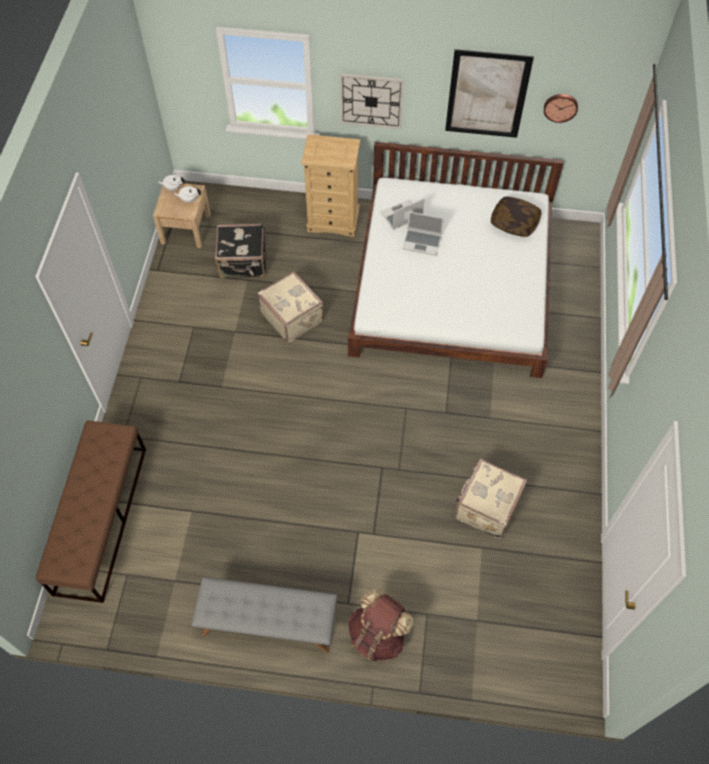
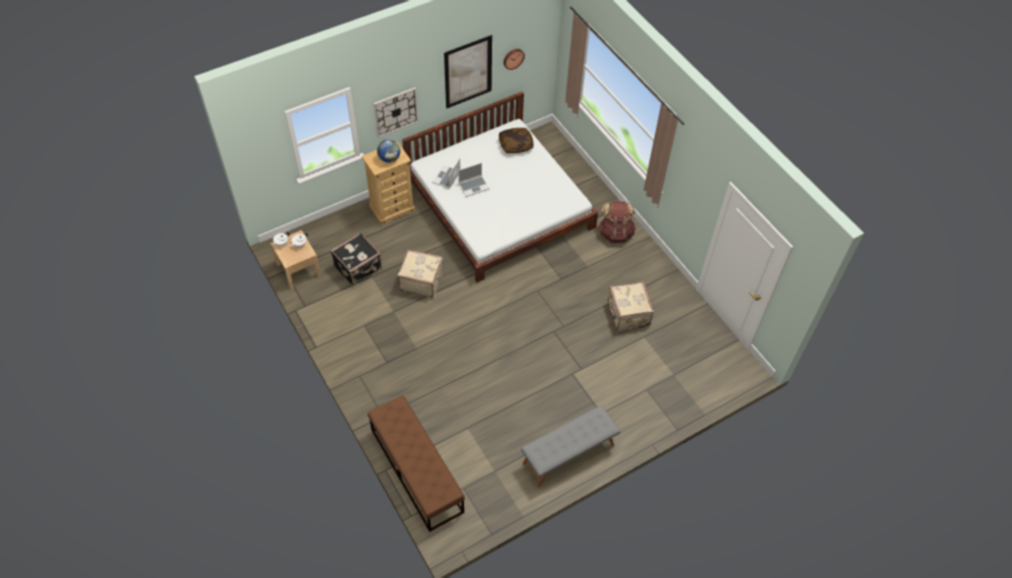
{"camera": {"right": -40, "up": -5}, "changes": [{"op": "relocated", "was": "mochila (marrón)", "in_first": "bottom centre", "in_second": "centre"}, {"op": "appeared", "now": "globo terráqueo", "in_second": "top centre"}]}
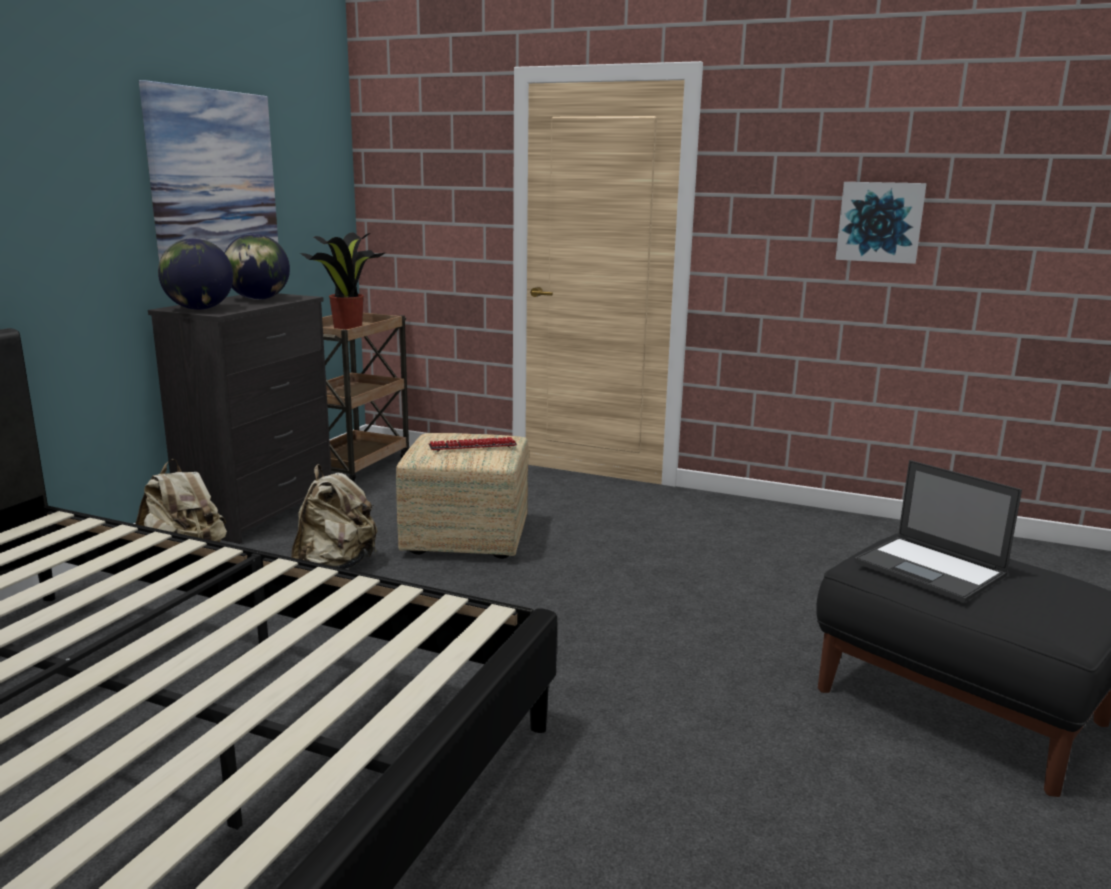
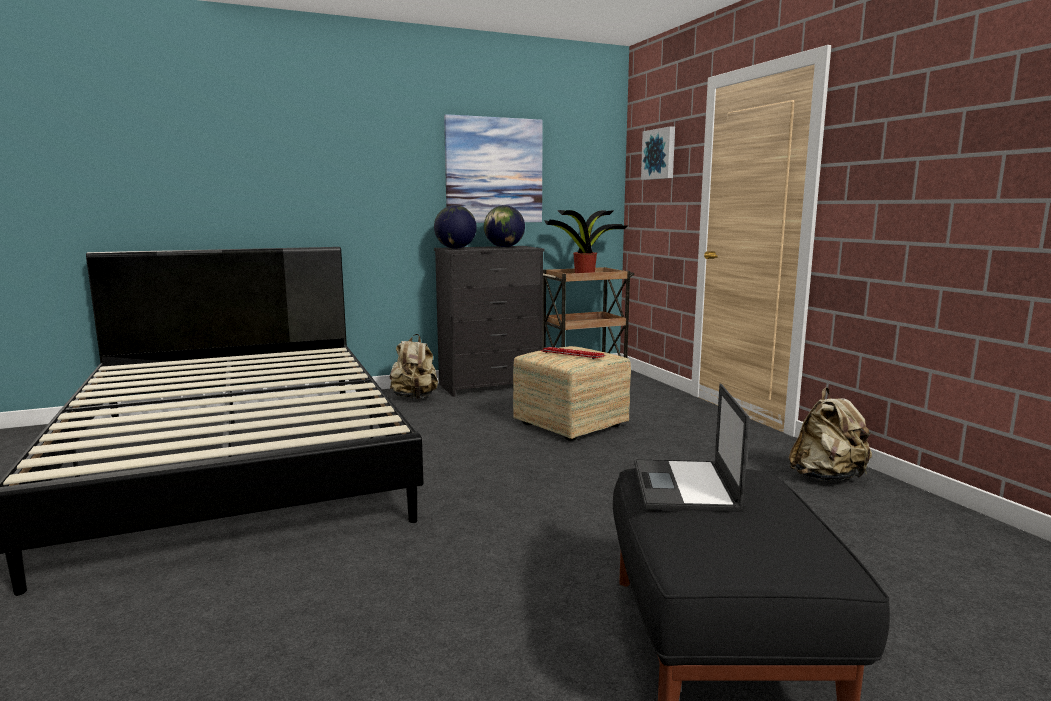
{"camera": {"right": 45, "up": -5}, "changes": [{"op": "relocated", "was": "mochila (beis) (no. 2 from left)", "in_first": "middle left", "in_second": "middle right"}, {"op": "relocated", "was": "cuadro (no. 2 from left)", "in_first": "top right", "in_second": "top centre"}]}
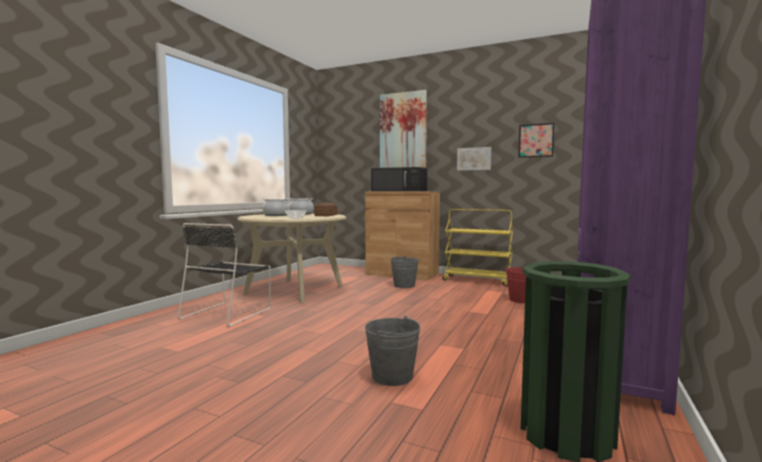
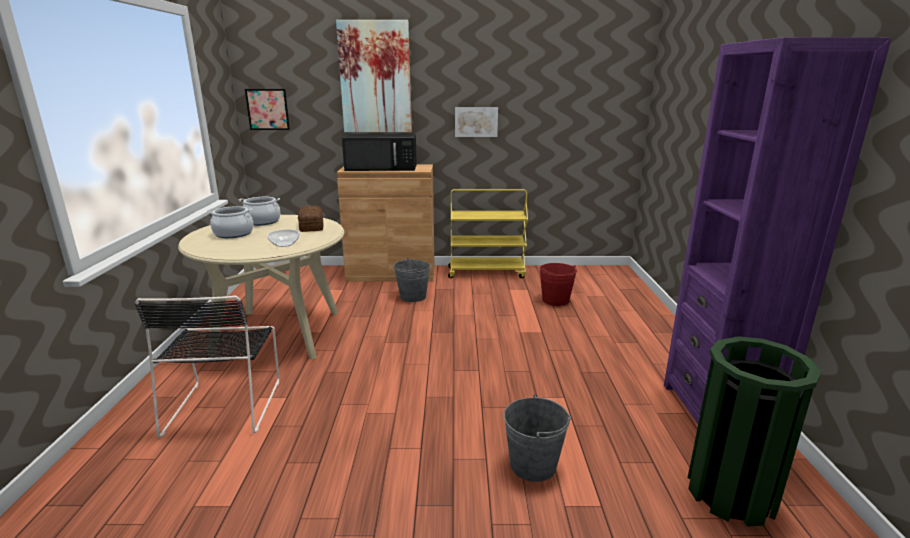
{"camera": {"right": -25, "up": 15}, "changes": [{"op": "relocated", "was": "cuadro (no. 3 from left in the first image)", "now": "cuadro (no. 1 from left)", "in_first": "top right", "in_second": "top left"}]}
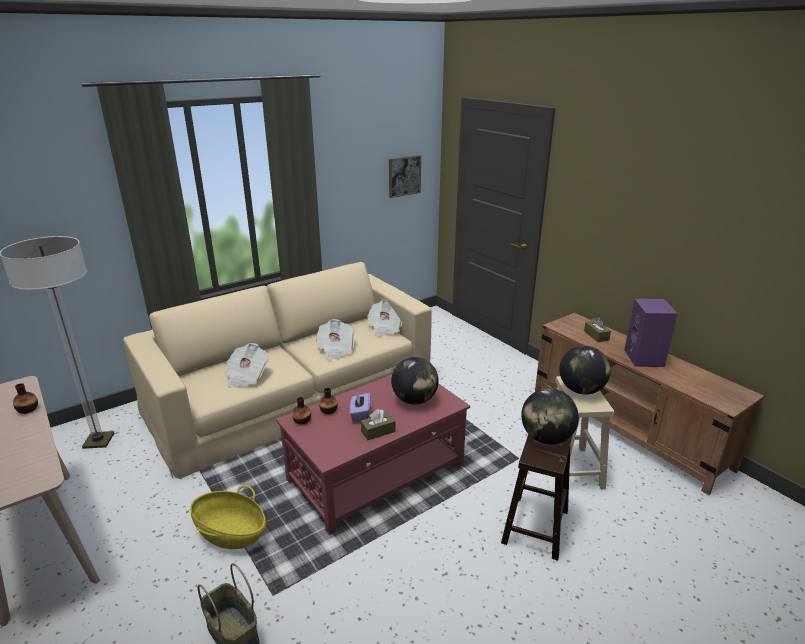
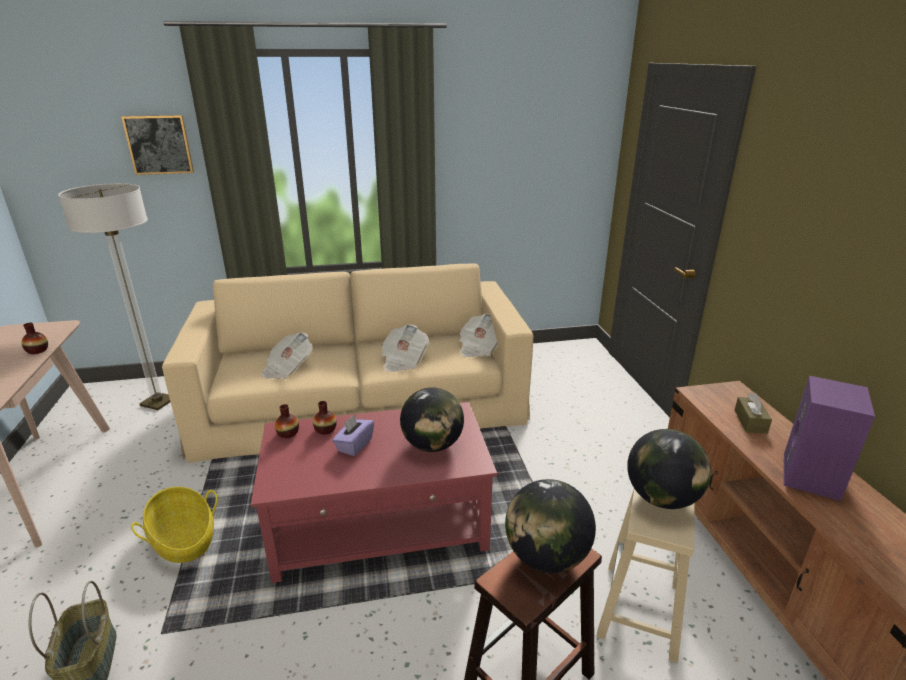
{"camera": {"right": 25, "up": 0}, "changes": [{"op": "missing", "was": "caja de pañuelos (marrón) (no. 1 from left)", "in_first": "centre"}, {"op": "relocated", "was": "cuadro", "in_first": "top centre", "in_second": "top left"}]}
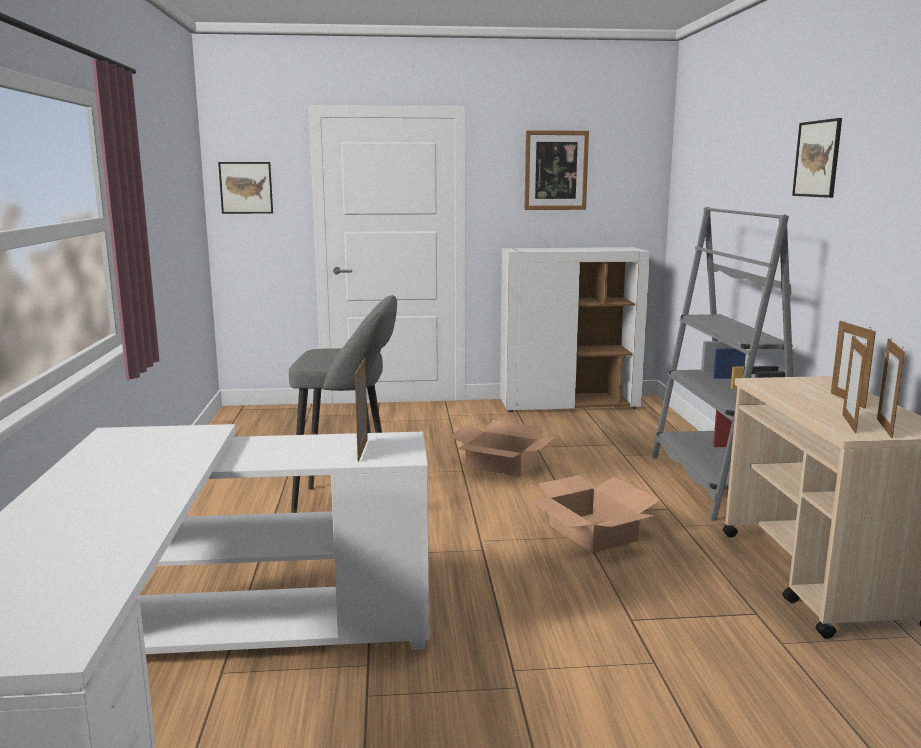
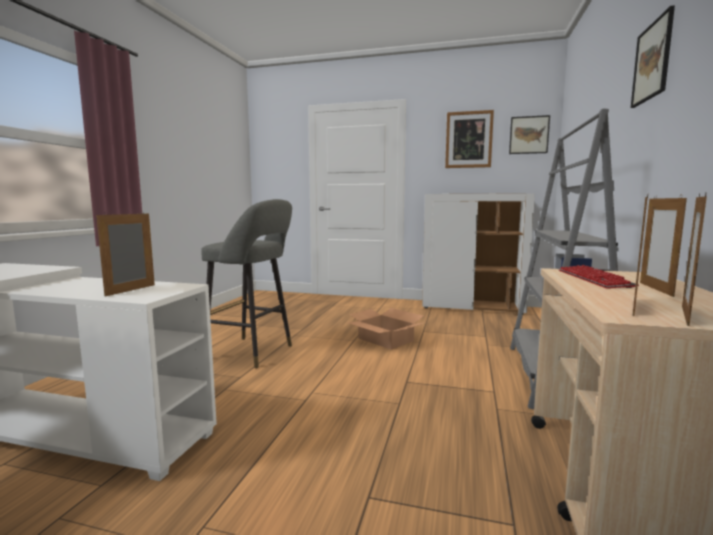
{"camera": {"right": 20, "up": -5}, "changes": [{"op": "relocated", "was": "cuadro (no. 1 from left in the first image)", "now": "cuadro (no. 2 from left)", "in_first": "top left", "in_second": "top right"}, {"op": "missing", "was": "caja de cartón (no. 2 from left)", "in_first": "bottom centre"}, {"op": "appeared", "now": "teclado", "in_second": "middle right"}]}
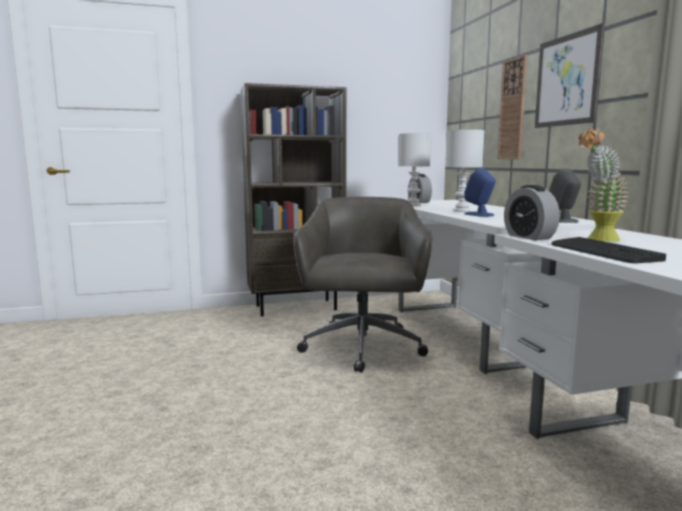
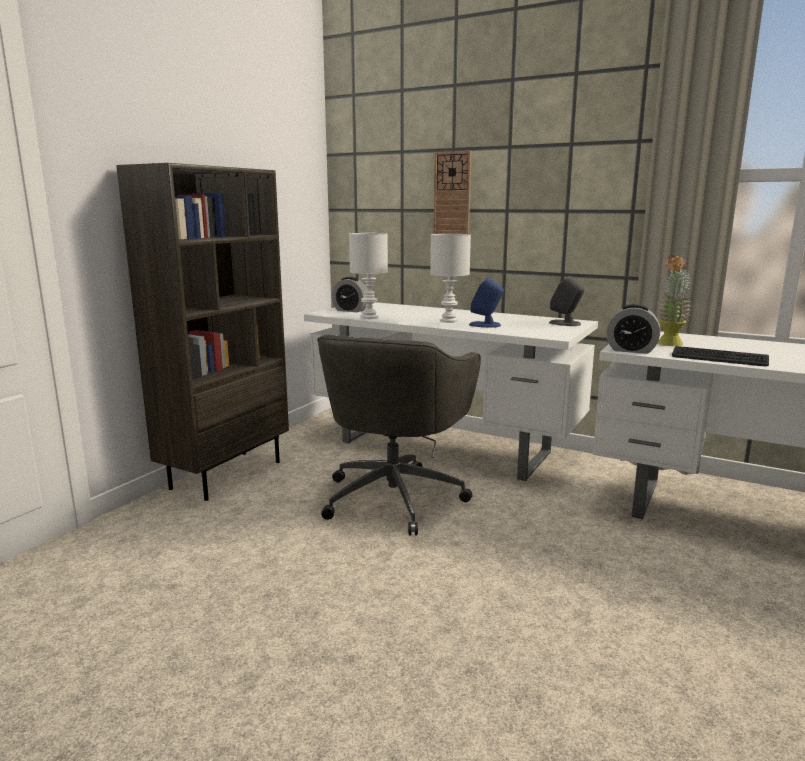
{"camera": {"right": -45, "up": 5}, "changes": [{"op": "spun", "was": "silla de oficina (gris)", "in_first": "centre", "in_second": "centre", "clockwise": -120}, {"op": "missing", "was": "cuadro", "in_first": "top right"}]}
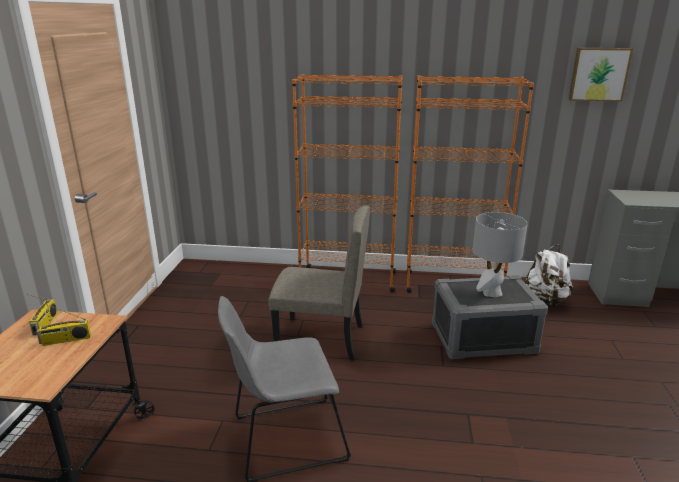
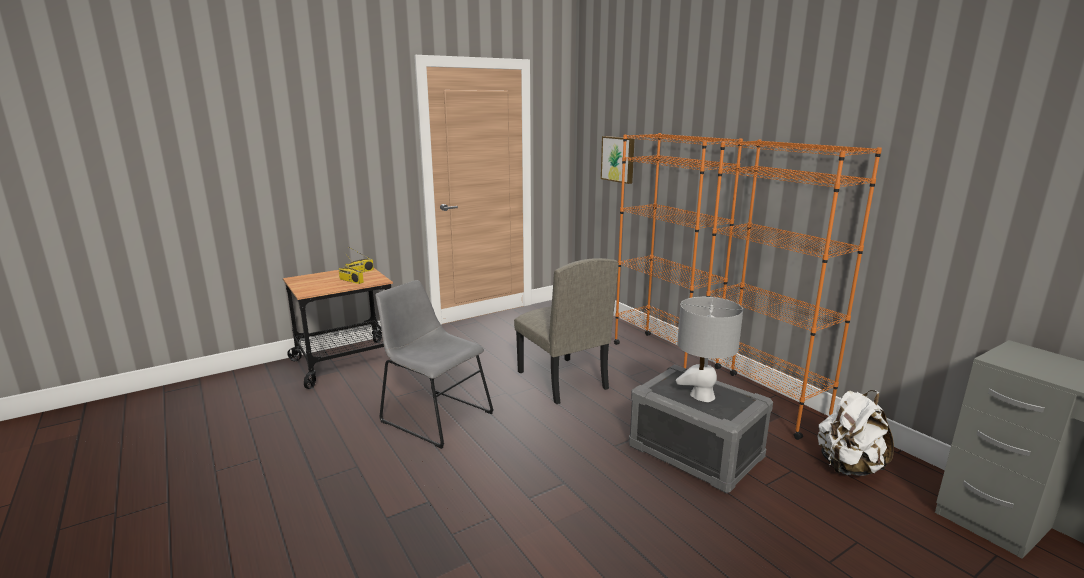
{"camera": {"right": 50, "up": -5}, "changes": [{"op": "relocated", "was": "cuadro", "in_first": "top right", "in_second": "top centre"}]}
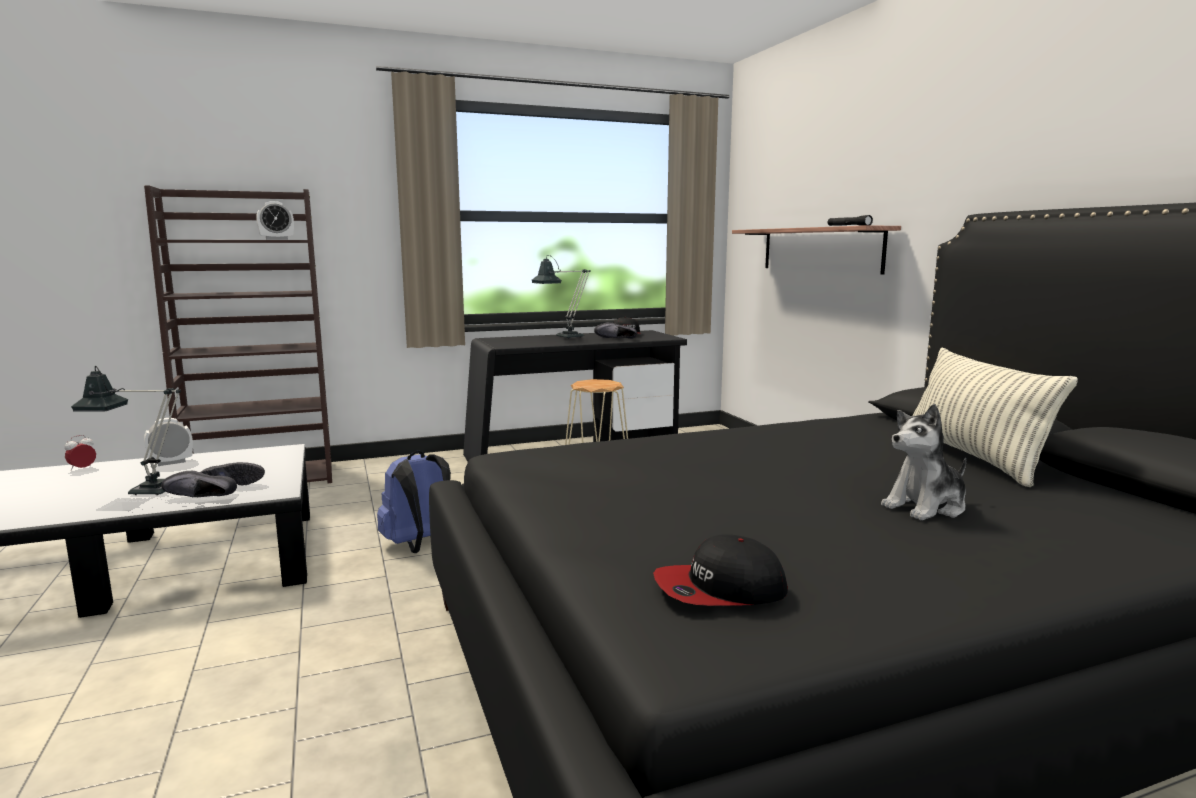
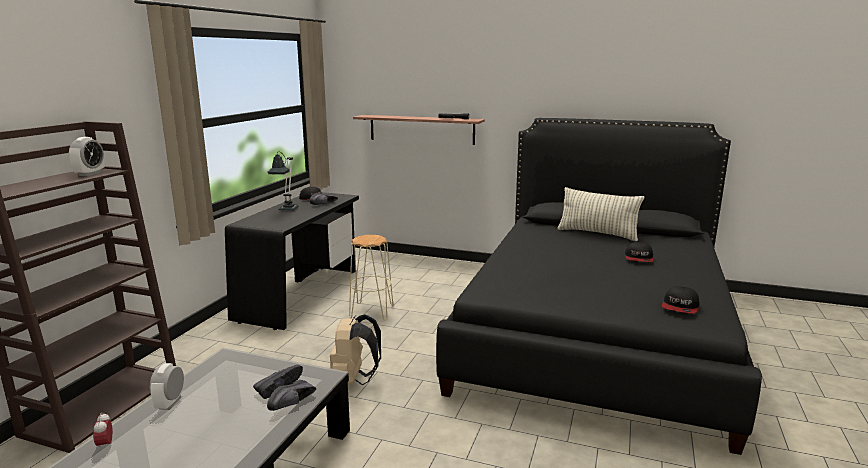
{"camera": {"right": -50, "up": 5}, "changes": [{"op": "missing", "was": "lámpara de mesa (no. 1 from left)", "in_first": "middle left"}, {"op": "colour", "was": "mochila (azul)", "now": "mochila (beis)", "in_first": "centre", "in_second": "bottom centre"}, {"op": "exchanged", "was": "peluche", "now": "gorra (no. 2 from left)", "in_first": "middle right", "in_second": "middle right"}]}
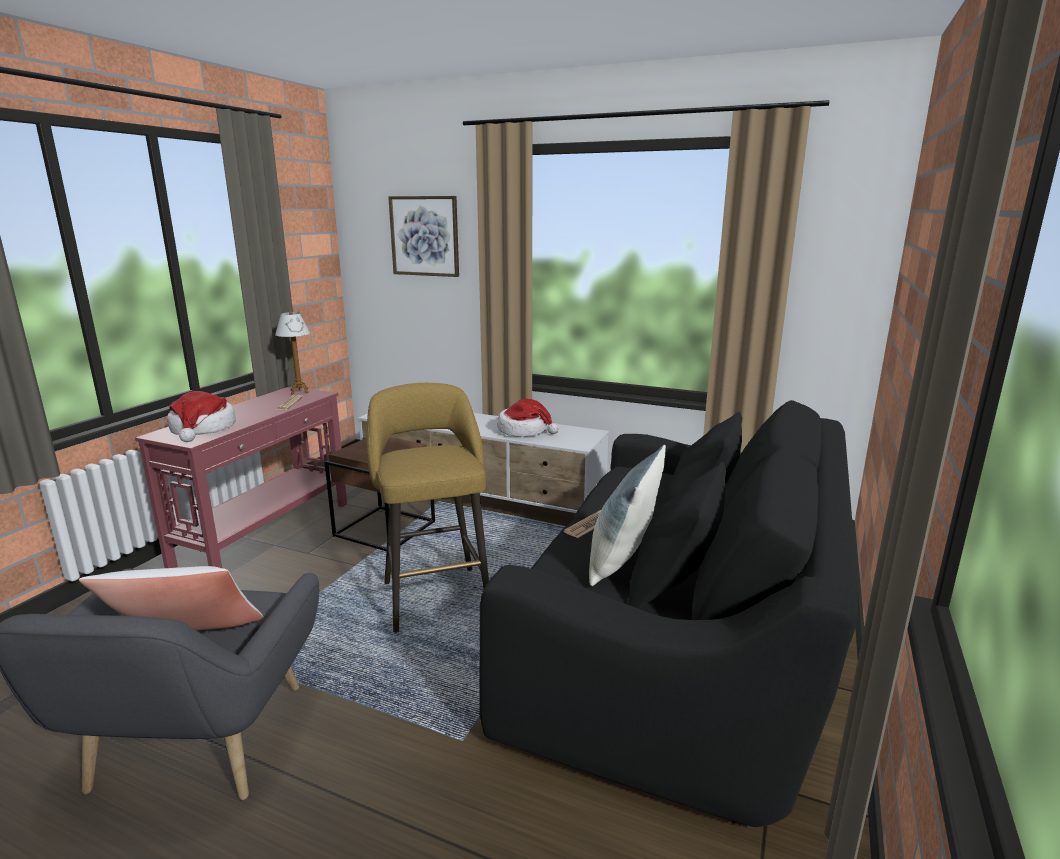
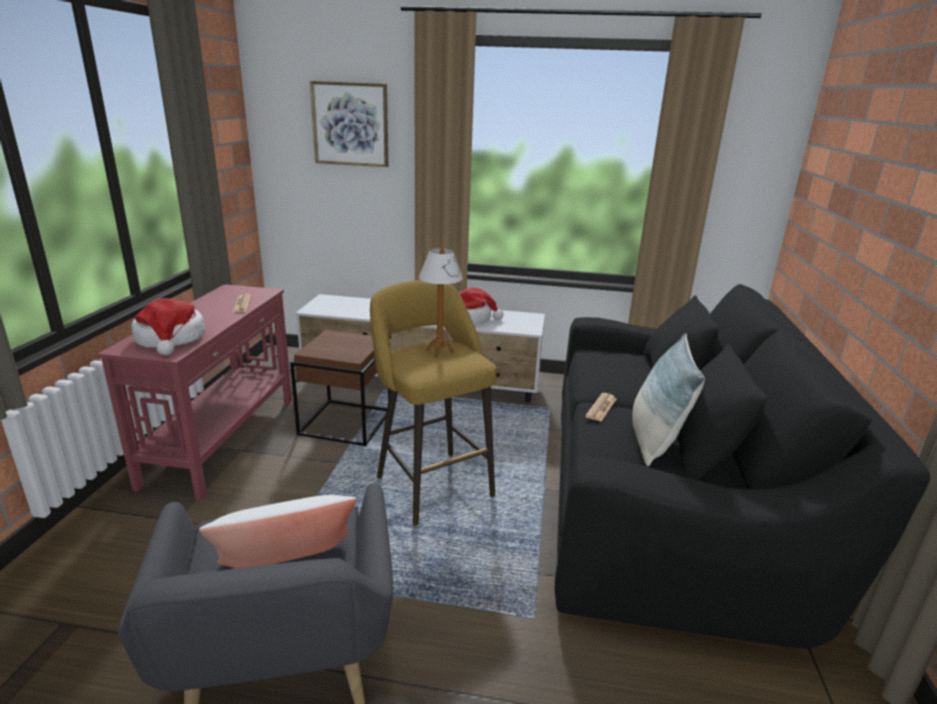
{"camera": {"right": -15, "up": 5}, "changes": [{"op": "relocated", "was": "lámpara de mesa", "in_first": "middle left", "in_second": "centre"}]}
